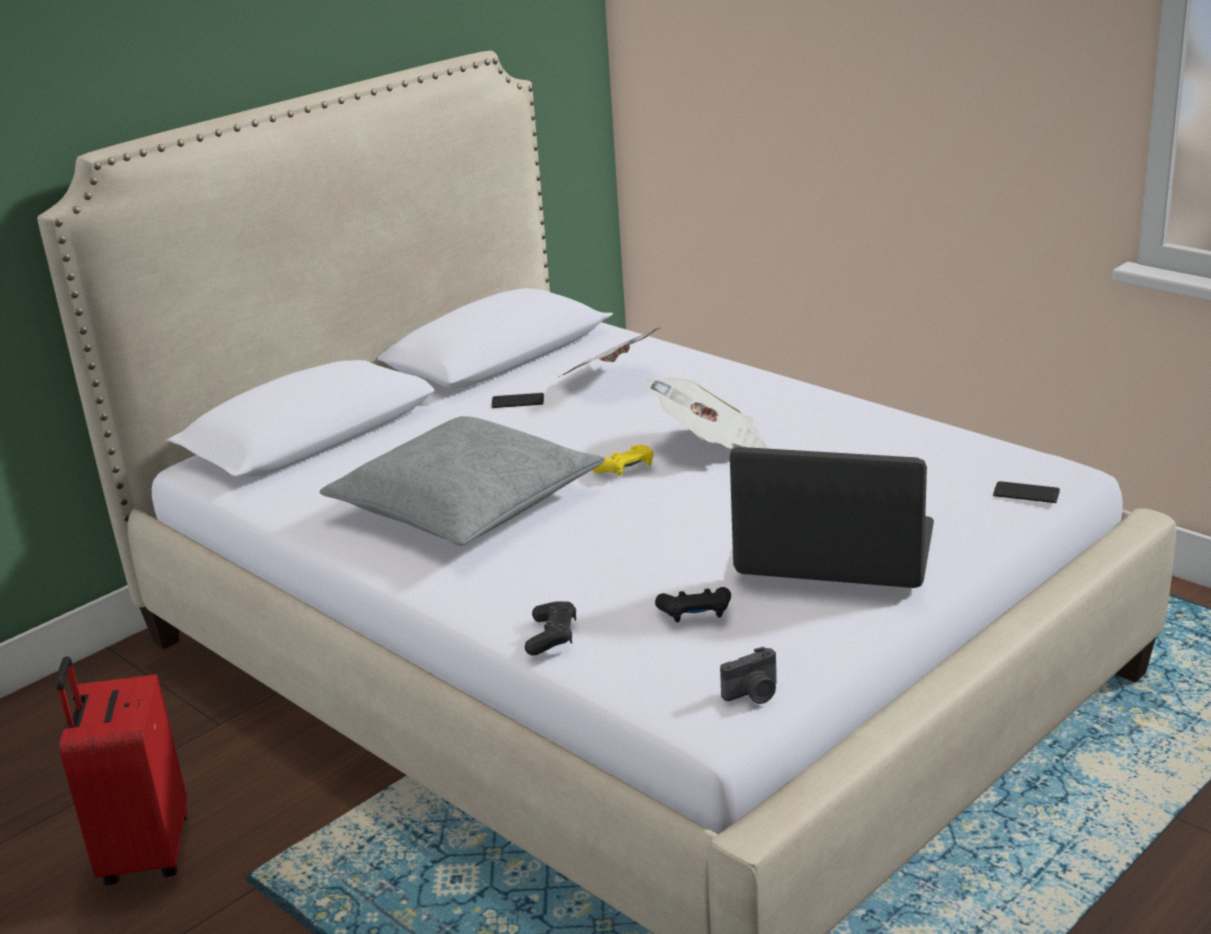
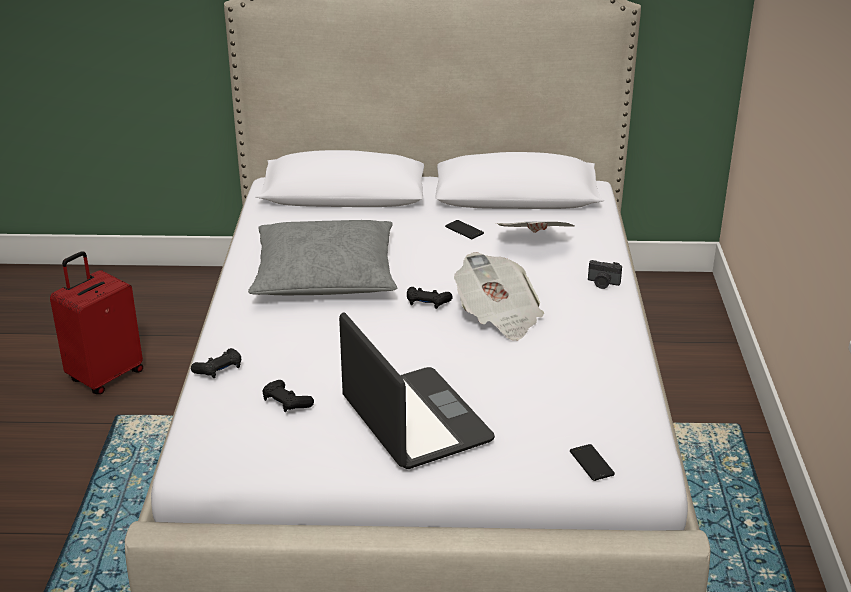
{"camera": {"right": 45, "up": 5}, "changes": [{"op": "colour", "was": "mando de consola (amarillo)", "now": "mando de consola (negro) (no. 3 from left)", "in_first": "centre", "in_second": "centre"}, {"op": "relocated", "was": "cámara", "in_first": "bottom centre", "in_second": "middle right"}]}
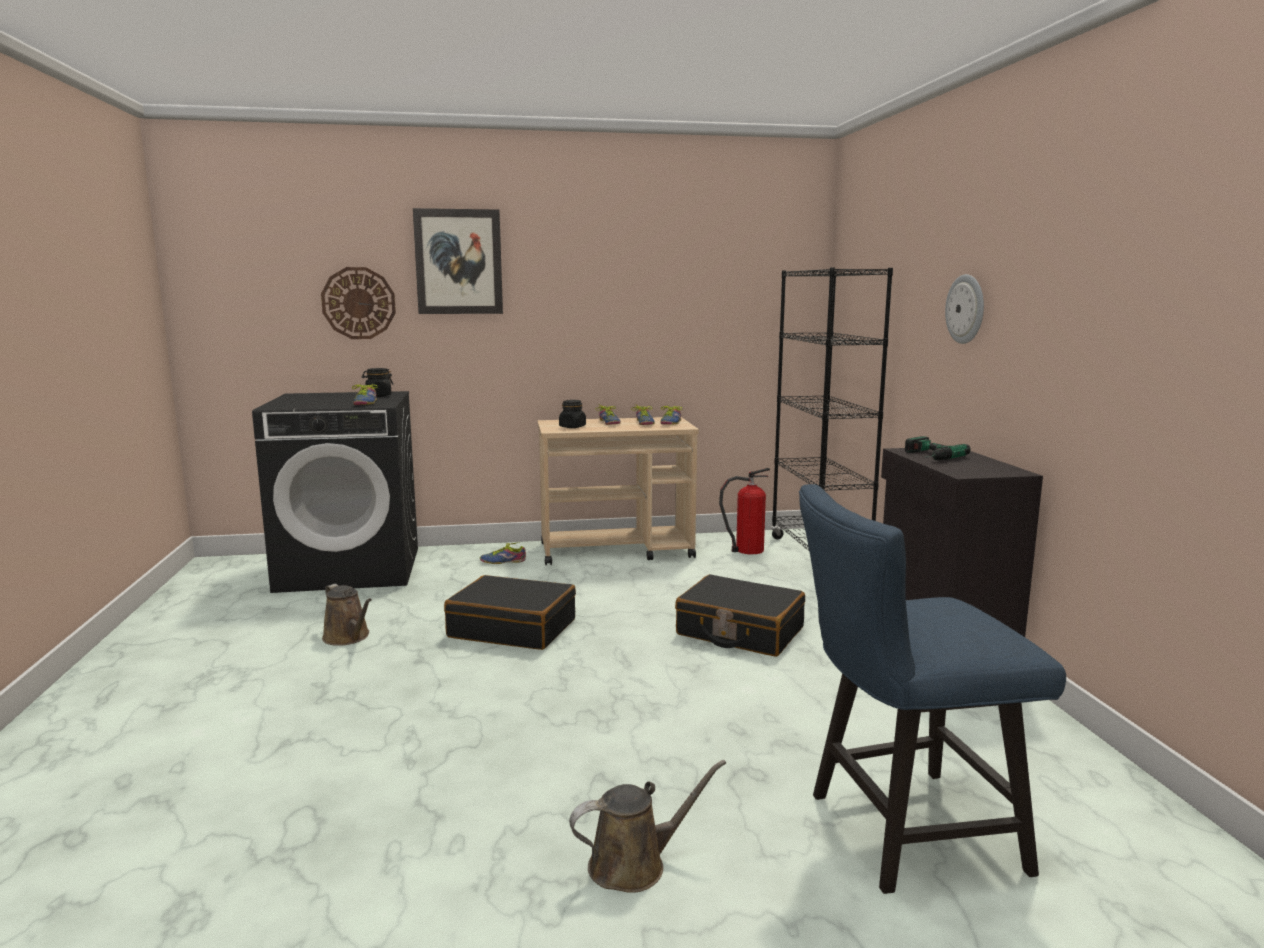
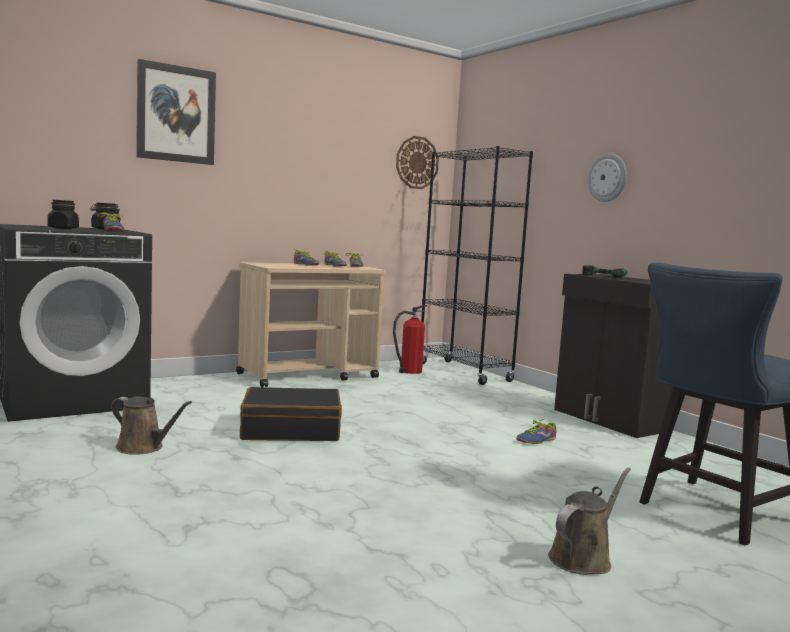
{"camera": {"right": -25, "up": -5}, "changes": [{"op": "relocated", "was": "reloj de pared (no. 1 from left)", "in_first": "top left", "in_second": "top centre"}, {"op": "relocated", "was": "zapato (no. 2 from left in the first image)", "now": "zapato (no. 5 from left)", "in_first": "centre", "in_second": "bottom right"}, {"op": "relocated", "was": "tarro (negro) (no. 2 from left in the first image)", "now": "tarro (negro) (no. 1 from left)", "in_first": "centre", "in_second": "middle left"}, {"op": "missing", "was": "maleta (negro) (no. 2 from left)", "in_first": "centre"}]}
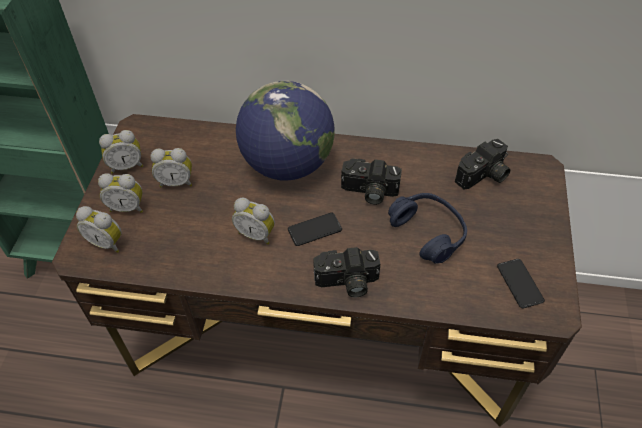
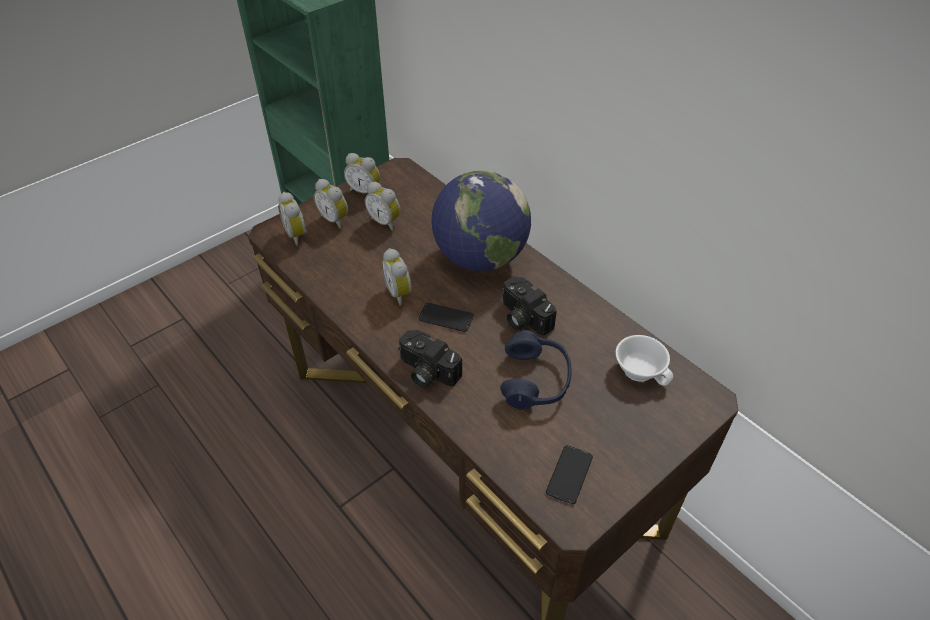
{"camera": {"right": 40, "up": -5}, "changes": [{"op": "exchanged", "was": "cámara (no. 3 from left)", "now": "taza (blanco)", "in_first": "middle right", "in_second": "middle right"}]}
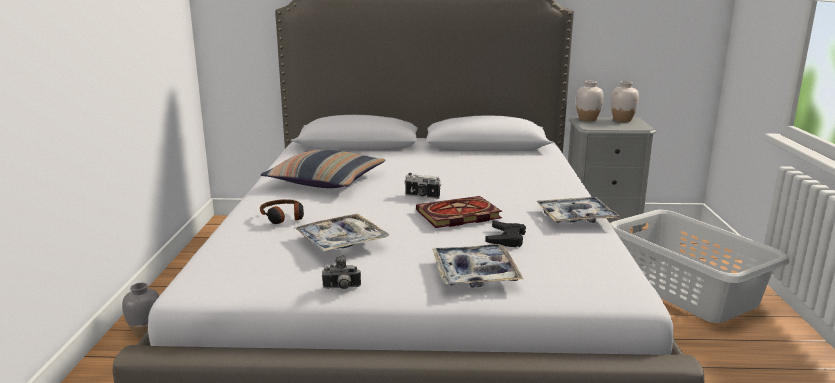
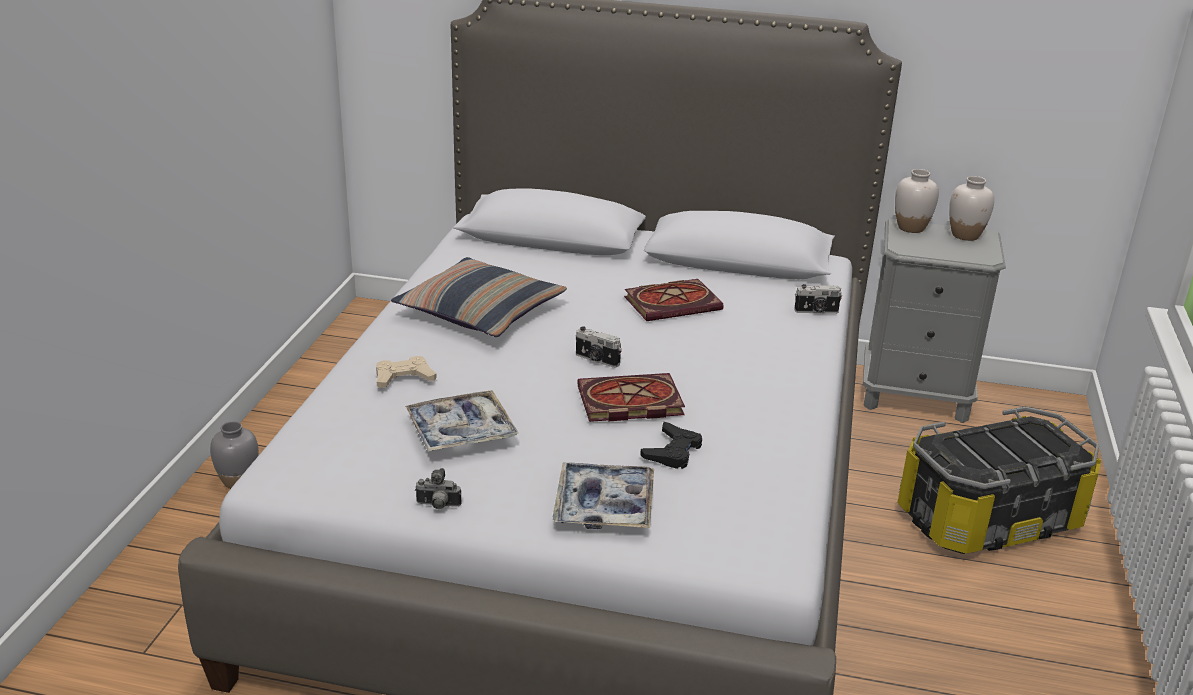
{"camera": {"right": 10, "up": 10}, "changes": [{"op": "exchanged", "was": "auriculares", "now": "mando de consola (beis)", "in_first": "centre", "in_second": "centre"}, {"op": "missing", "was": "bandeja (no. 3 from left)", "in_first": "middle right"}, {"op": "exchanged", "was": "cesto de la ropa (gris)", "now": "caja de almacenaje", "in_first": "bottom right", "in_second": "bottom right"}, {"op": "appeared", "now": "libro (no. 2 from left)", "in_second": "centre"}, {"op": "appeared", "now": "cámara (no. 3 from left)", "in_second": "middle right"}]}
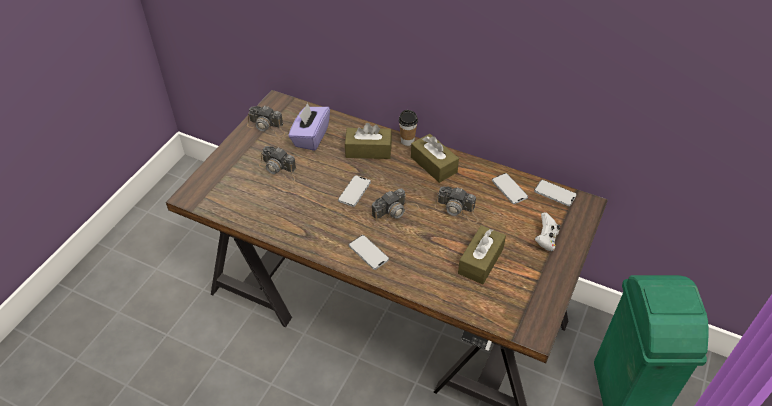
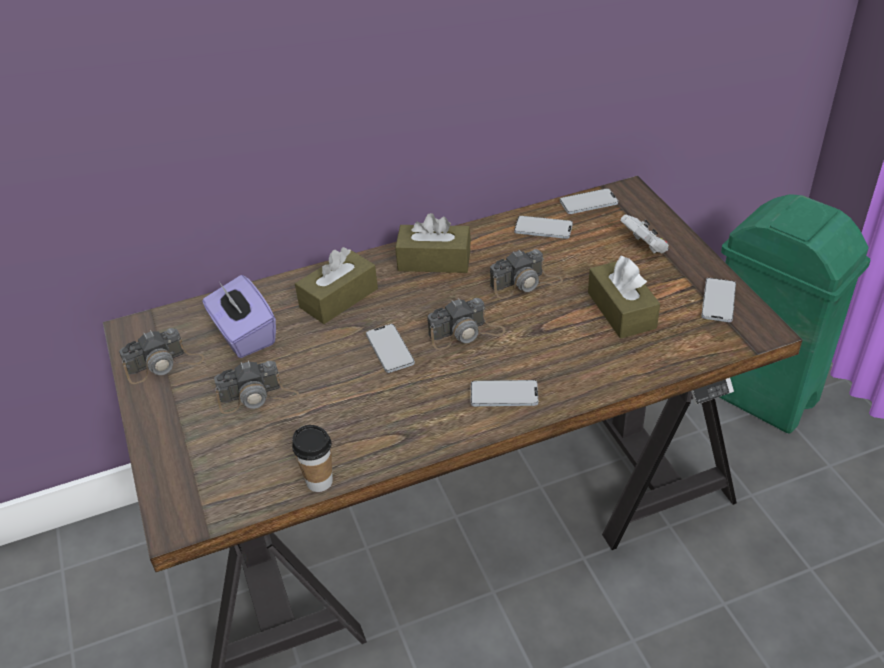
{"camera": {"right": -45, "up": -5}, "changes": [{"op": "spun", "was": "cámara (no. 3 from left)", "in_first": "centre", "in_second": "centre", "clockwise": 60}, {"op": "relocated", "was": "taza", "in_first": "top centre", "in_second": "bottom centre"}, {"op": "appeared", "now": "móvil (no. 5 from left)", "in_second": "middle right"}]}
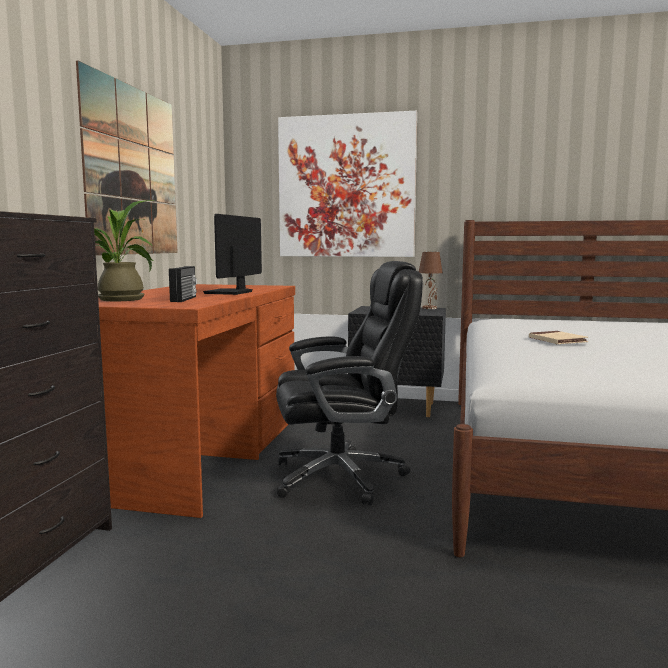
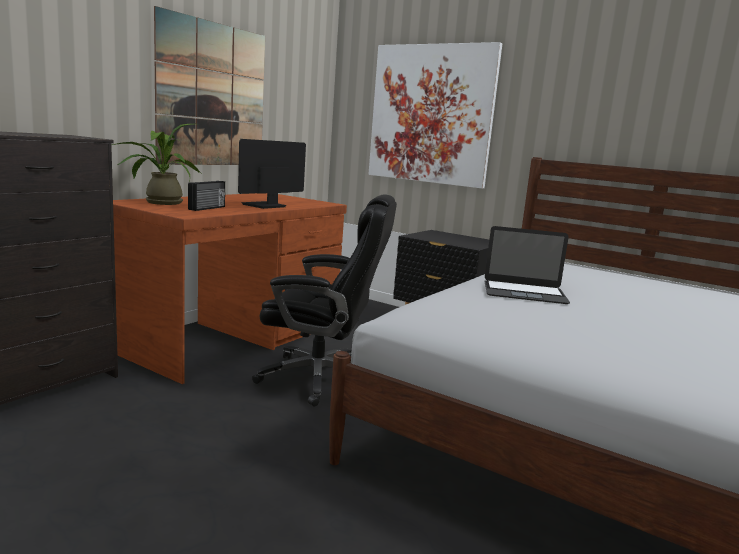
{"camera": {"right": 20, "up": 5}, "changes": [{"op": "missing", "was": "lámpara de mesa (marrón)", "in_first": "centre"}, {"op": "exchanged", "was": "libro (beis)", "now": "portátil", "in_first": "middle right", "in_second": "middle right"}]}
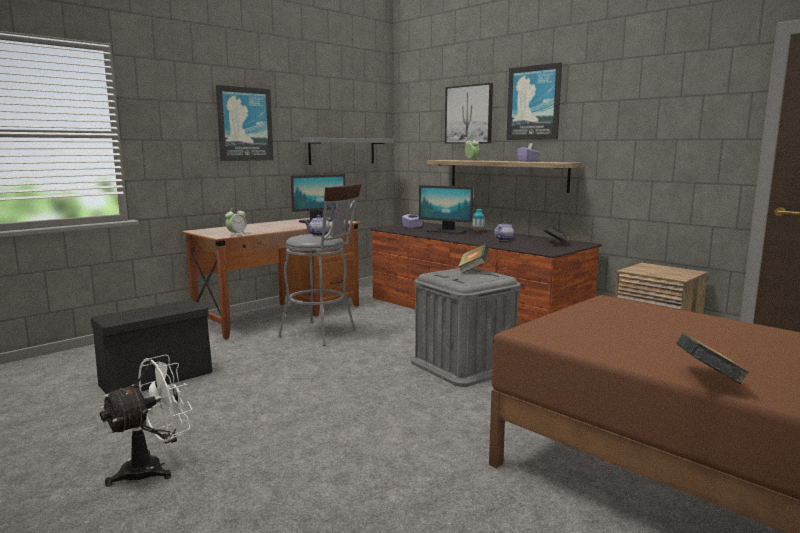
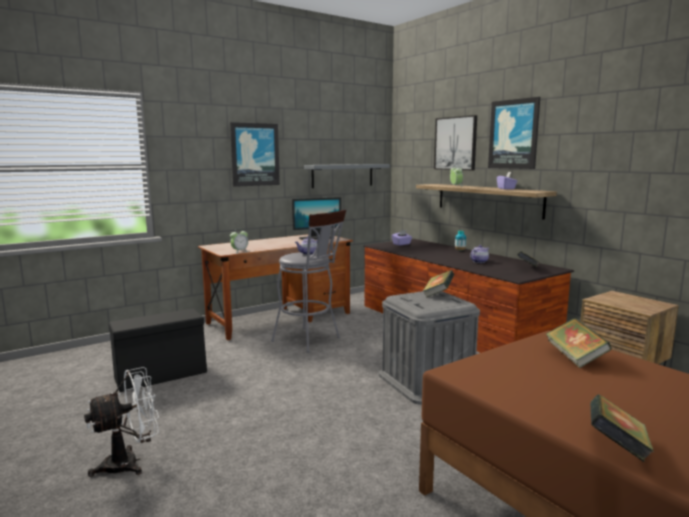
{"camera": {"right": 10, "up": 0}, "changes": [{"op": "missing", "was": "monitor (no. 2 from left)", "in_first": "centre"}, {"op": "appeared", "now": "libro (no. 3 from left)", "in_second": "middle right"}]}
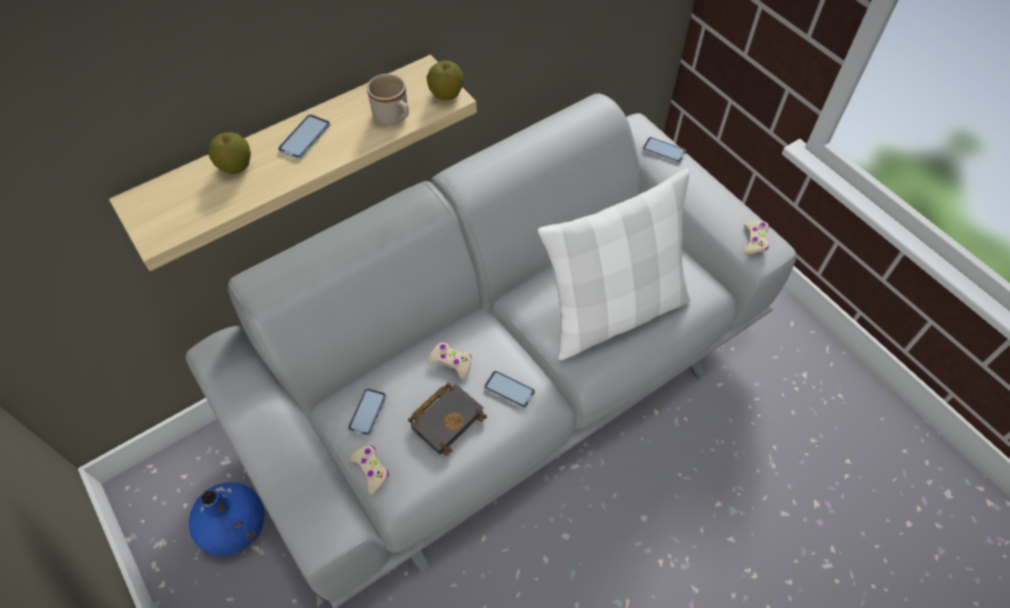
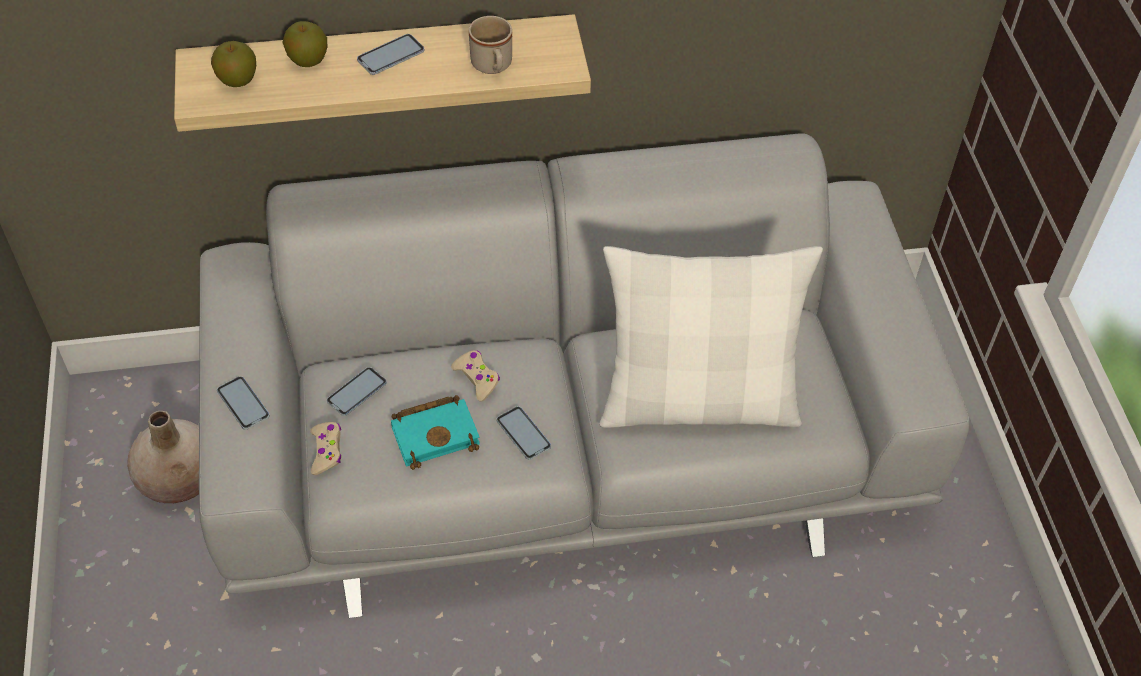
{"camera": {"right": 25, "up": -5}, "changes": [{"op": "colour", "was": "florero (azul)", "now": "florero (beis)", "in_first": "bottom left", "in_second": "bottom left"}, {"op": "colour", "was": "libro (negro)", "now": "libro (turquesa)", "in_first": "bottom centre", "in_second": "centre"}, {"op": "relocated", "was": "manzana (no. 2 from left in the first image)", "now": "manzana (no. 1 from left)", "in_first": "top centre", "in_second": "top left"}, {"op": "relocated", "was": "móvil (no. 4 from left in the first image)", "now": "móvil (no. 1 from left)", "in_first": "top centre", "in_second": "middle left"}, {"op": "missing", "was": "mando de consola (beis) (no. 3 from left)", "in_first": "middle right"}]}
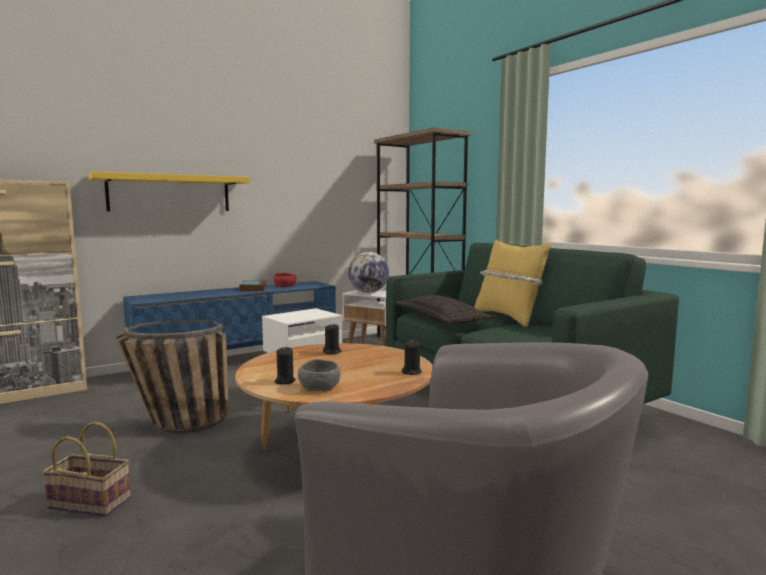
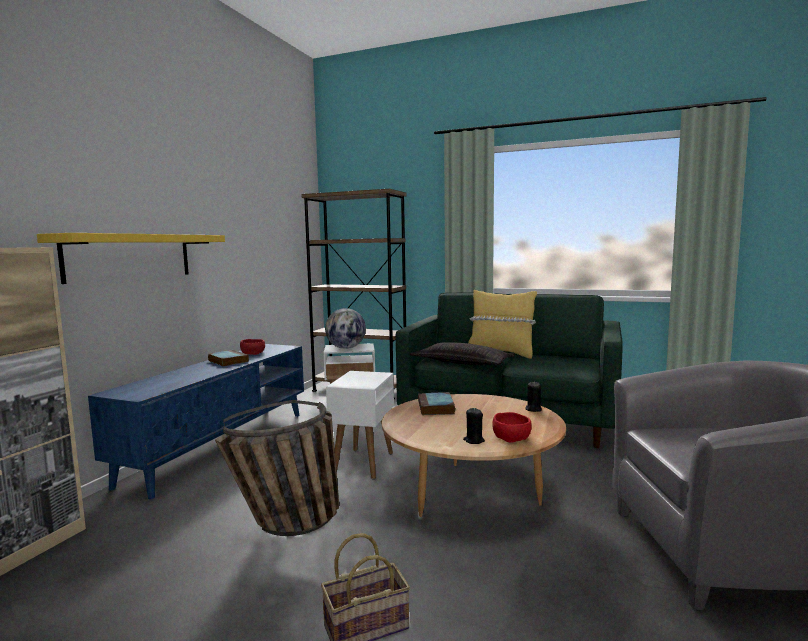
{"camera": {"right": -35, "up": 0}, "changes": [{"op": "colour", "was": "cuenco (gris)", "now": "cuenco (rojo) (no. 2 from left)", "in_first": "centre", "in_second": "centre"}, {"op": "exchanged", "was": "vela (negro) (no. 2 from left)", "now": "libro (no. 2 from left)", "in_first": "centre", "in_second": "centre"}]}
